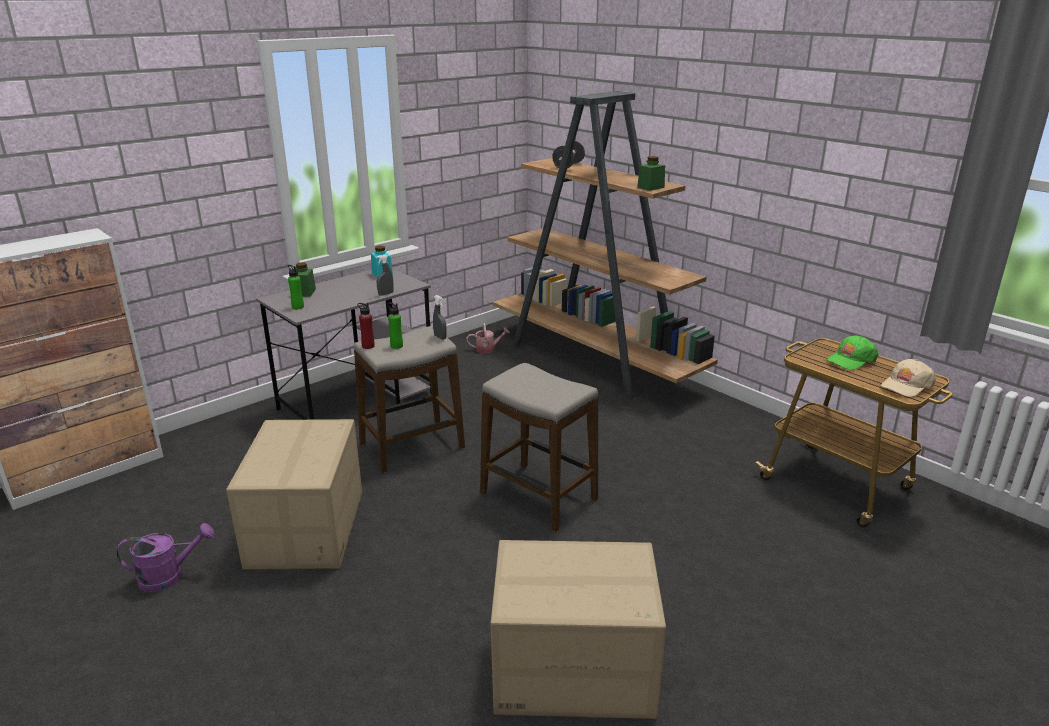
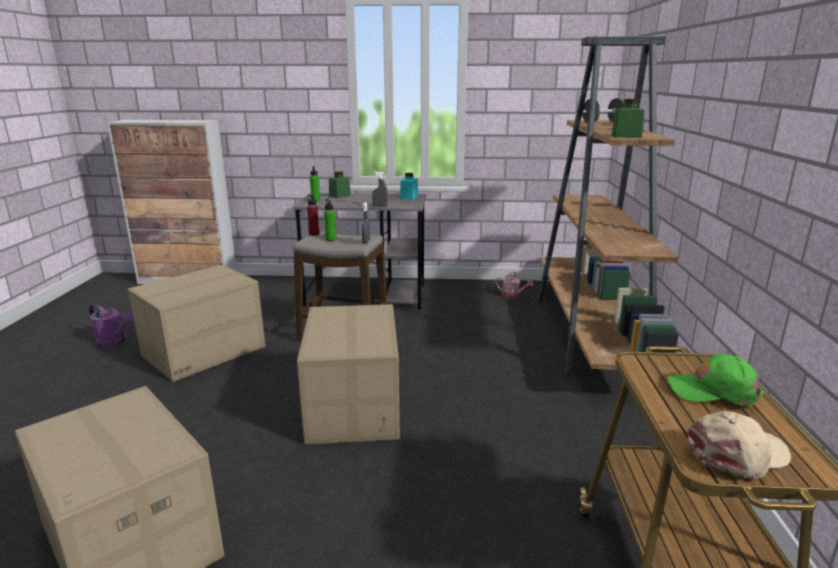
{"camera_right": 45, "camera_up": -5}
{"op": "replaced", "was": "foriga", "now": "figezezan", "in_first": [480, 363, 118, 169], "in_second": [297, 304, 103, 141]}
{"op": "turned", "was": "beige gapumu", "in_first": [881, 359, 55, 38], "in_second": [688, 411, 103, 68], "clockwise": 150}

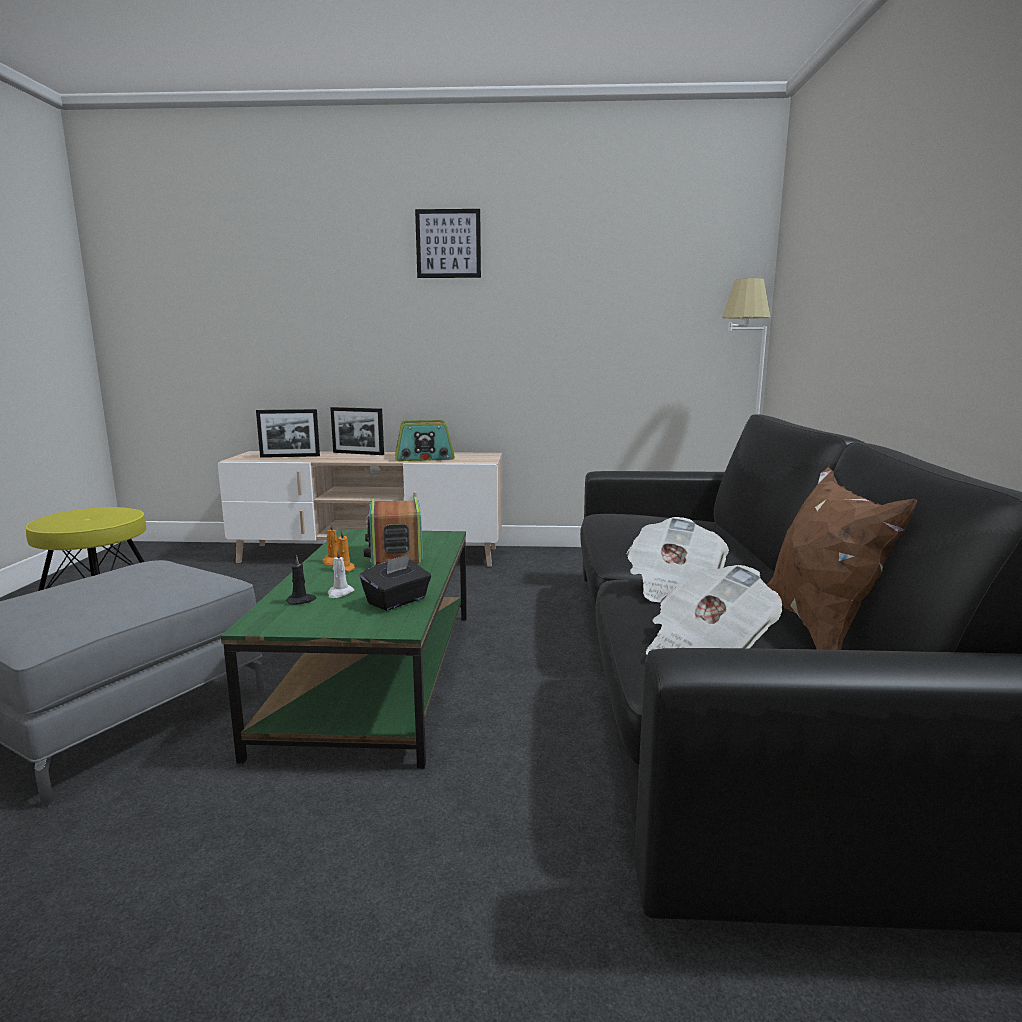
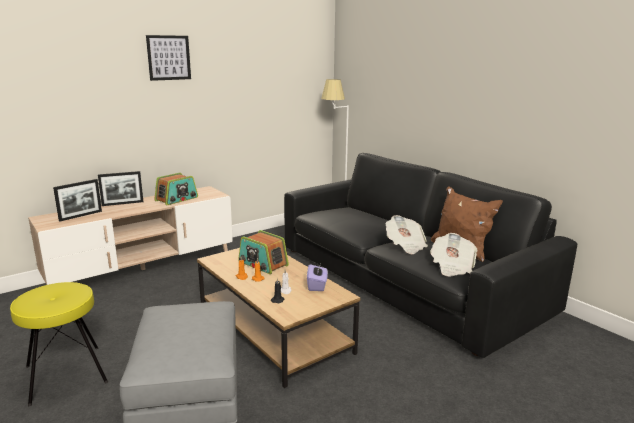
{"camera_right": -40, "camera_up": 5}
{"op": "recoloured", "was": "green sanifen", "now": "brown sanifen", "in_first": [221, 530, 246, 239], "in_second": [197, 248, 163, 140]}
{"op": "recoloured", "was": "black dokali", "now": "purple dokali", "in_first": [360, 554, 71, 57], "in_second": [307, 264, 21, 27]}

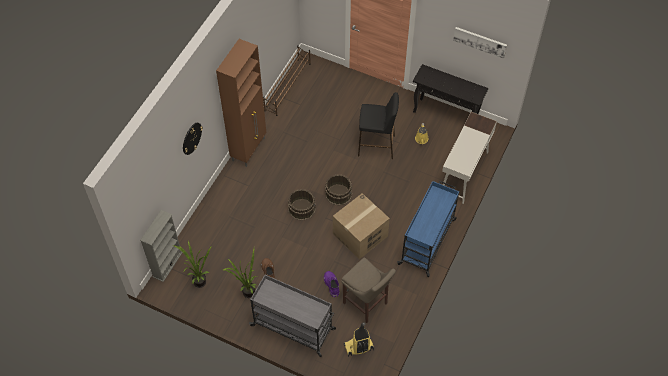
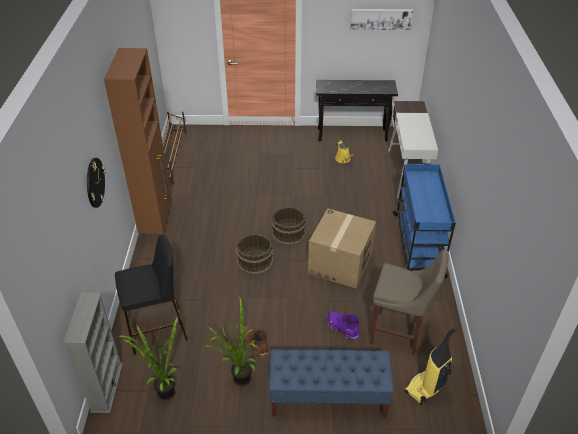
{"camera_right": -25, "camera_up": -15}
{"op": "replaced", "was": "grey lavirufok", "now": "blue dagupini", "in_first": [249, 275, 87, 82], "in_second": [269, 349, 125, 69]}
{"op": "moved", "was": "black foriga", "in_first": [358, 92, 41, 67], "in_second": [115, 234, 73, 121]}

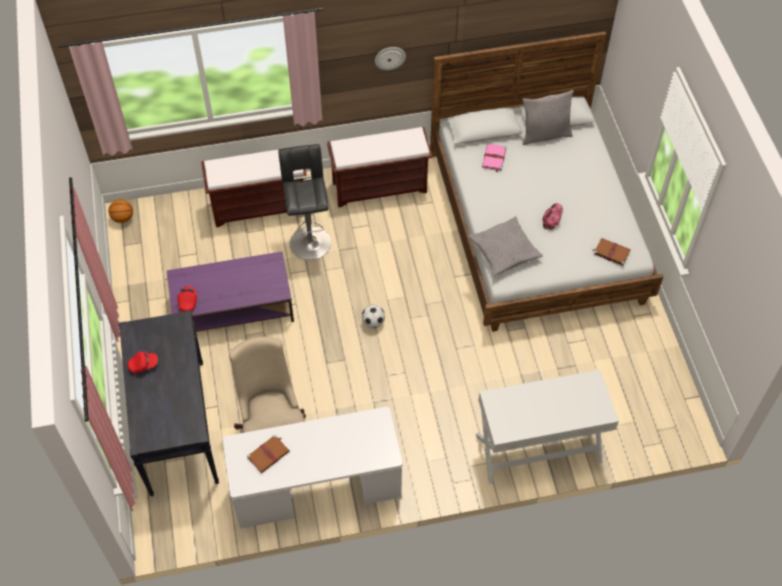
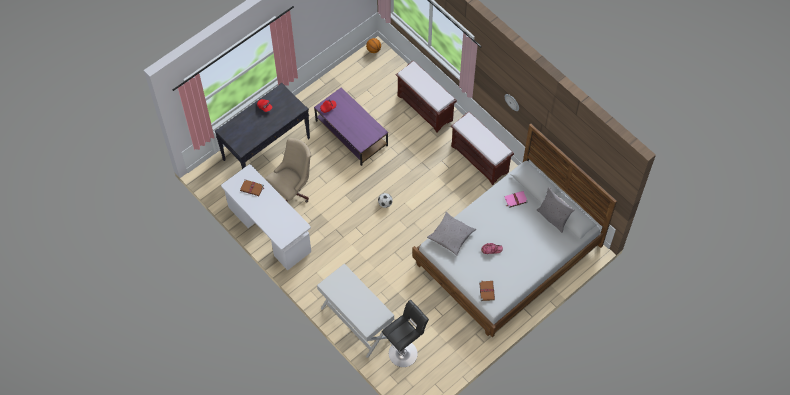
{"camera_right": 60, "camera_up": 5}
{"op": "moved", "was": "black foriga", "in_first": [278, 144, 53, 116], "in_second": [382, 300, 47, 67]}

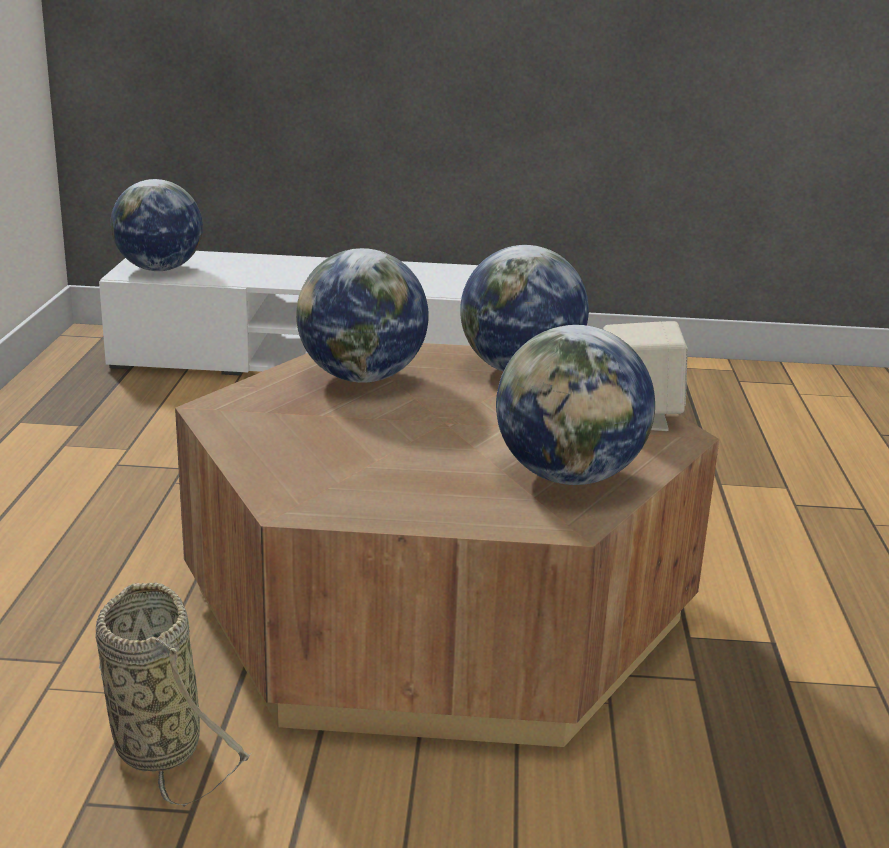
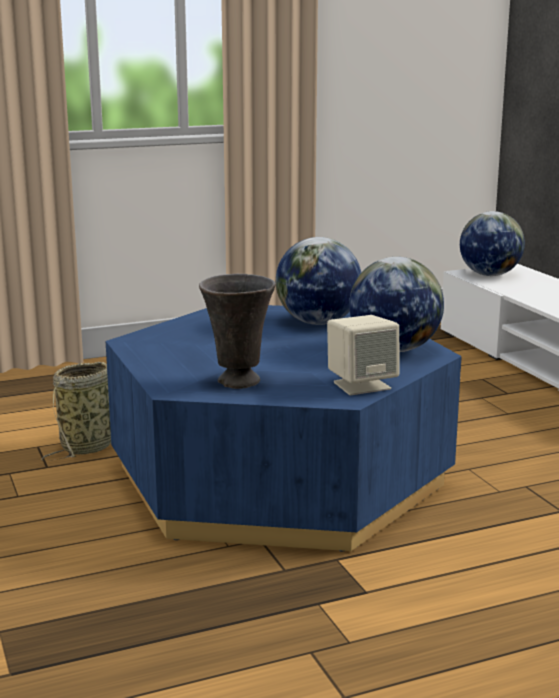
{"camera_right": 65, "camera_up": -5}
{"op": "recoloured", "was": "brown sanifen", "now": "blue sanifen", "in_first": [175, 343, 544, 404], "in_second": [106, 305, 356, 247]}
{"op": "replaced", "was": "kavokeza", "now": "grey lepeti", "in_first": [496, 325, 159, 160], "in_second": [199, 274, 77, 115]}

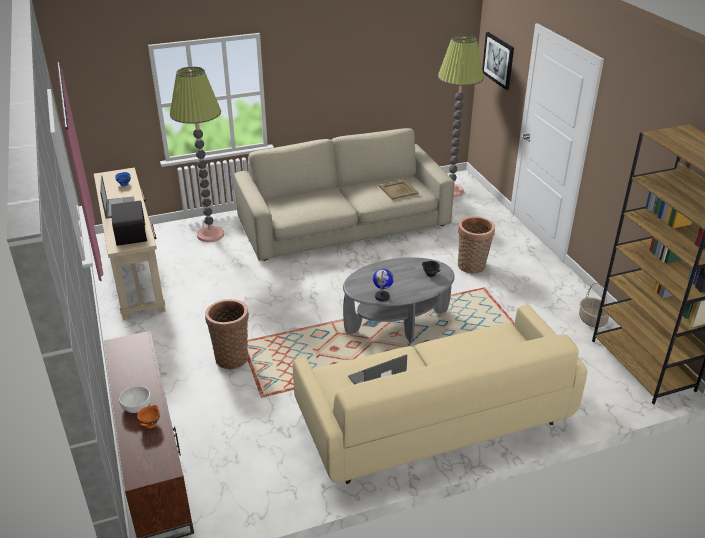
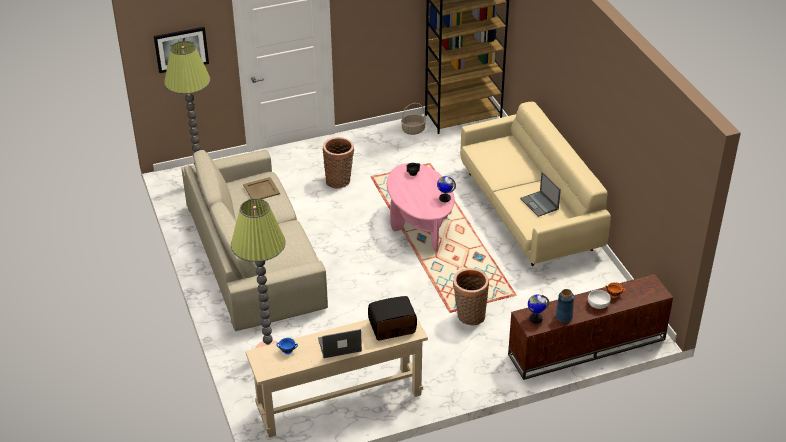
{"camera_right": -90, "camera_up": 5}
{"op": "recoloured", "was": "grey sanifen", "now": "pink sanifen", "in_first": [343, 257, 112, 86], "in_second": [387, 163, 68, 89]}
{"op": "added", "now": "kavokeza", "in_second": [528, 294, 21, 29]}
{"op": "added", "now": "blue lepeti", "in_second": [556, 289, 18, 33]}

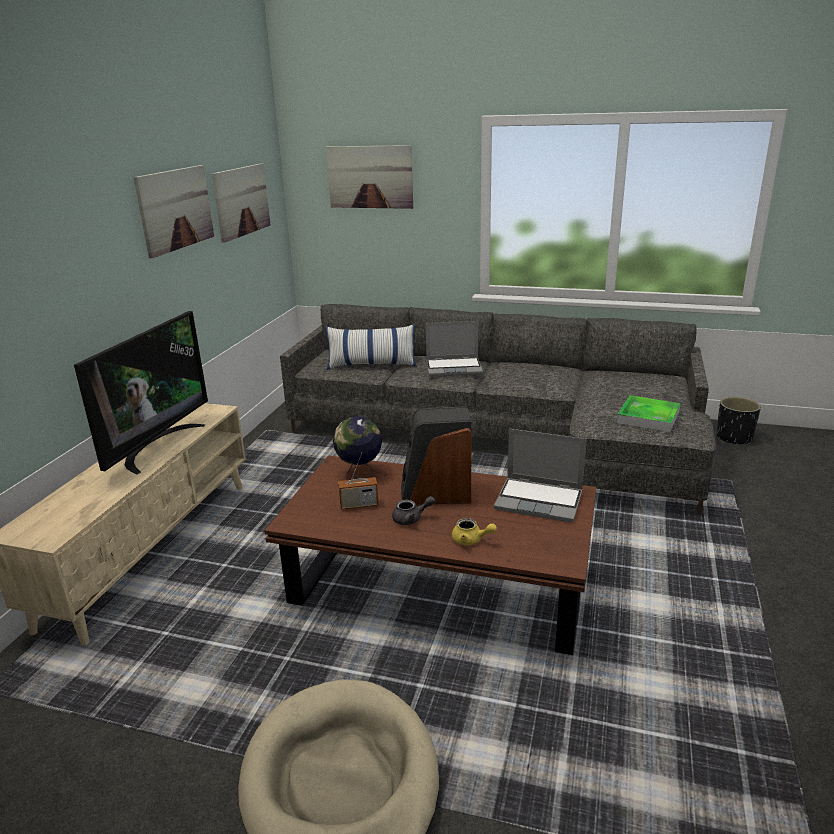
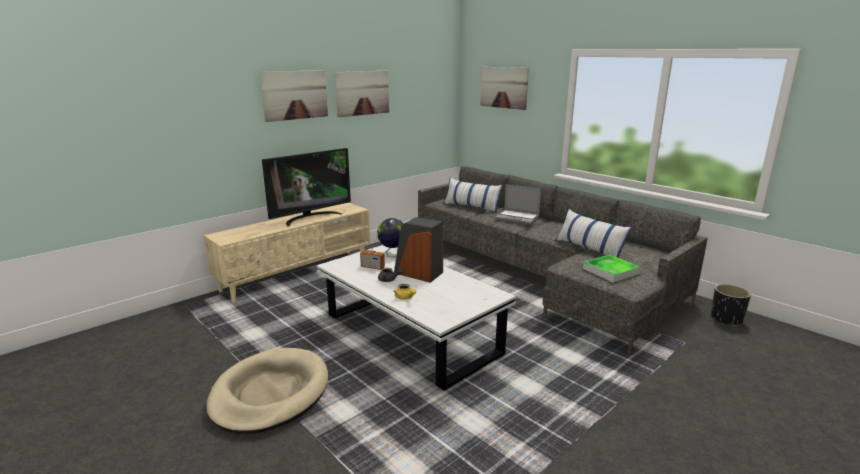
{"camera_right": 30, "camera_up": -5}
{"op": "moved", "was": "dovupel", "in_first": [212, 163, 59, 80], "in_second": [260, 70, 68, 52]}
{"op": "recoloured", "was": "brown sanifen", "now": "white sanifen", "in_first": [264, 455, 332, 200], "in_second": [317, 245, 199, 145]}
{"op": "removed", "was": "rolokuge", "in_first": [494, 429, 93, 94]}
{"op": "added", "now": "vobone", "in_second": [555, 209, 78, 49]}

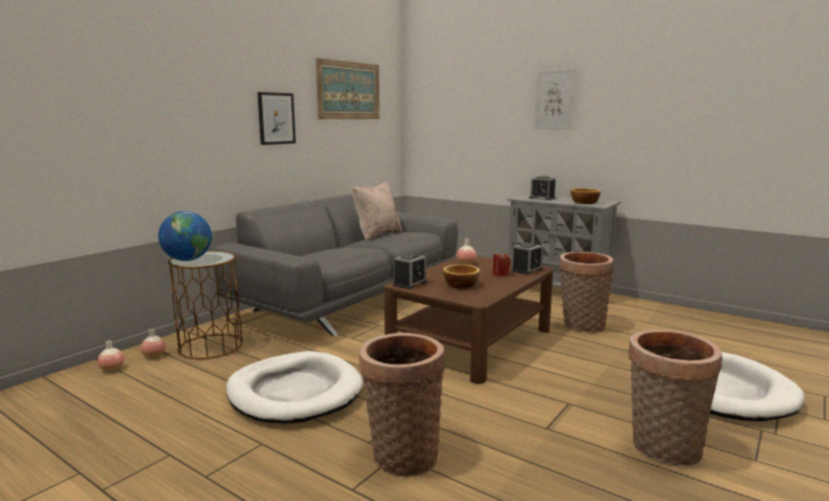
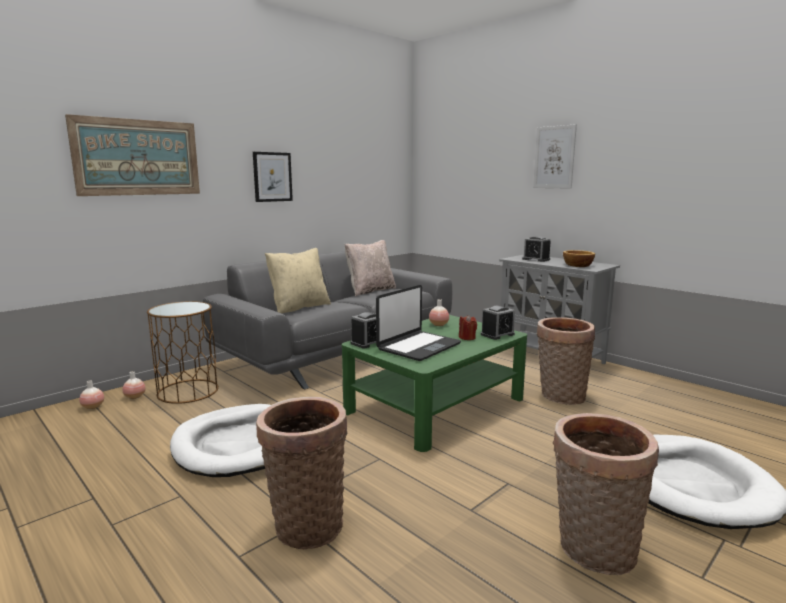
{"camera_right": 10, "camera_up": 0}
{"op": "removed", "was": "kavokeza", "in_first": [158, 211, 54, 50]}
{"op": "moved", "was": "dovupel", "in_first": [316, 58, 64, 61], "in_second": [65, 114, 135, 82]}
{"op": "recoloured", "was": "brown sanifen", "now": "green sanifen", "in_first": [384, 256, 170, 128], "in_second": [342, 315, 185, 137]}
{"op": "replaced", "was": "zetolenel", "now": "rolokuge", "in_first": [443, 264, 37, 24], "in_second": [376, 285, 85, 76]}
{"op": "added", "now": "beige vobone", "in_second": [265, 248, 66, 65]}

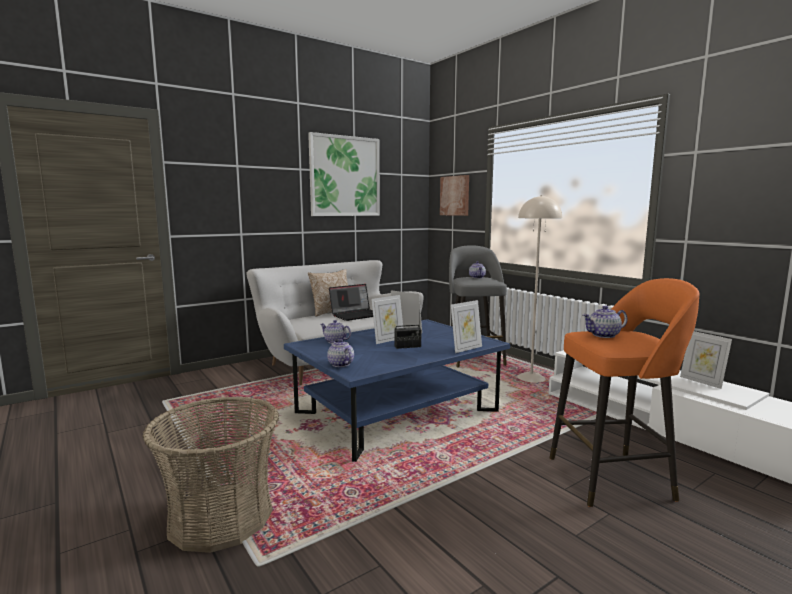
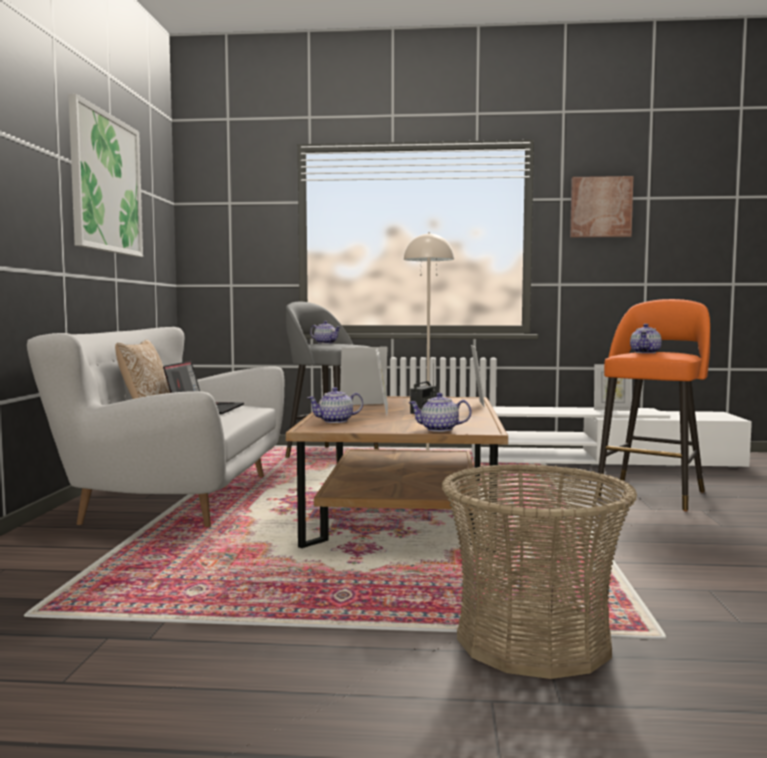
{"camera_right": -50, "camera_up": -5}
{"op": "recoloured", "was": "blue sanifen", "now": "brown sanifen", "in_first": [284, 319, 226, 143], "in_second": [286, 396, 222, 156]}
{"op": "moved", "was": "dovupel", "in_first": [440, 175, 29, 41], "in_second": [570, 176, 64, 62]}

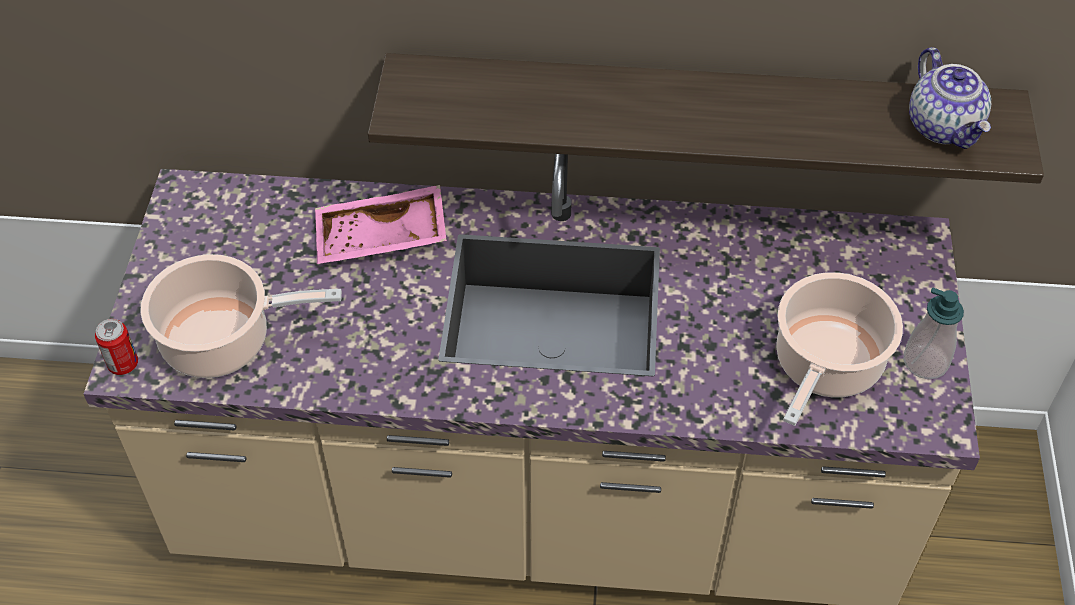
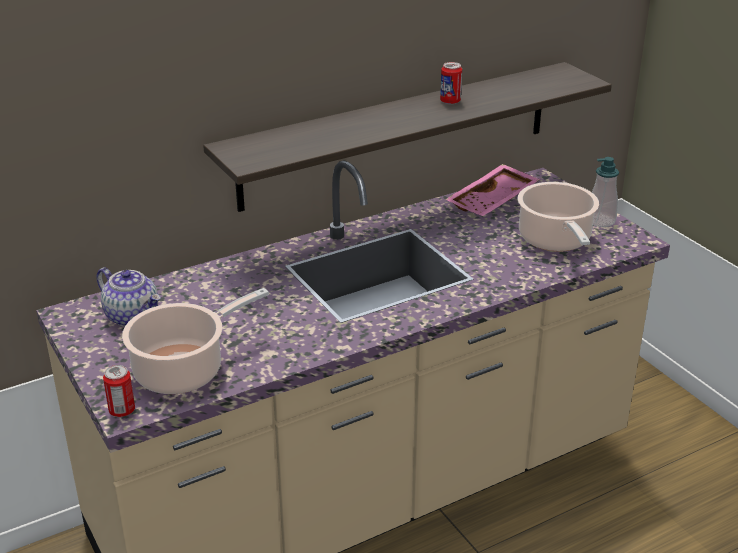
{"camera_right": -35, "camera_up": -20}
{"op": "moved", "was": "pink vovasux", "in_first": [315, 185, 132, 79], "in_second": [445, 164, 95, 52]}
{"op": "moved", "was": "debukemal", "in_first": [909, 47, 82, 102], "in_second": [97, 267, 64, 60]}
{"op": "added", "now": "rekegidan", "in_second": [440, 62, 22, 43]}

